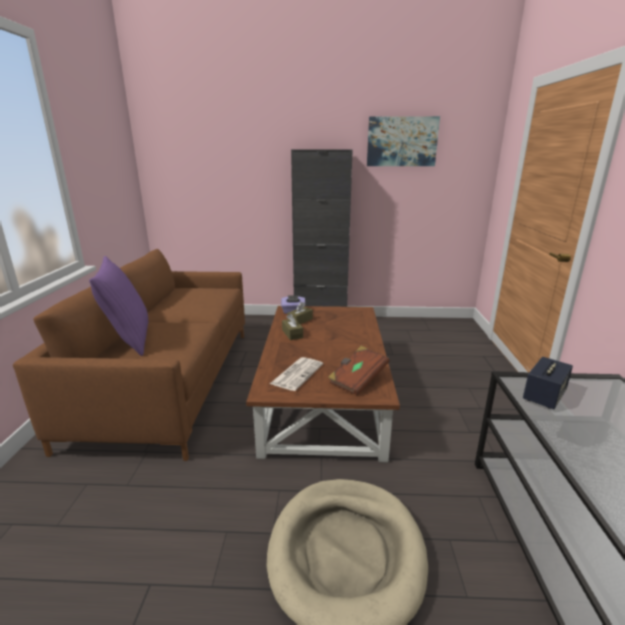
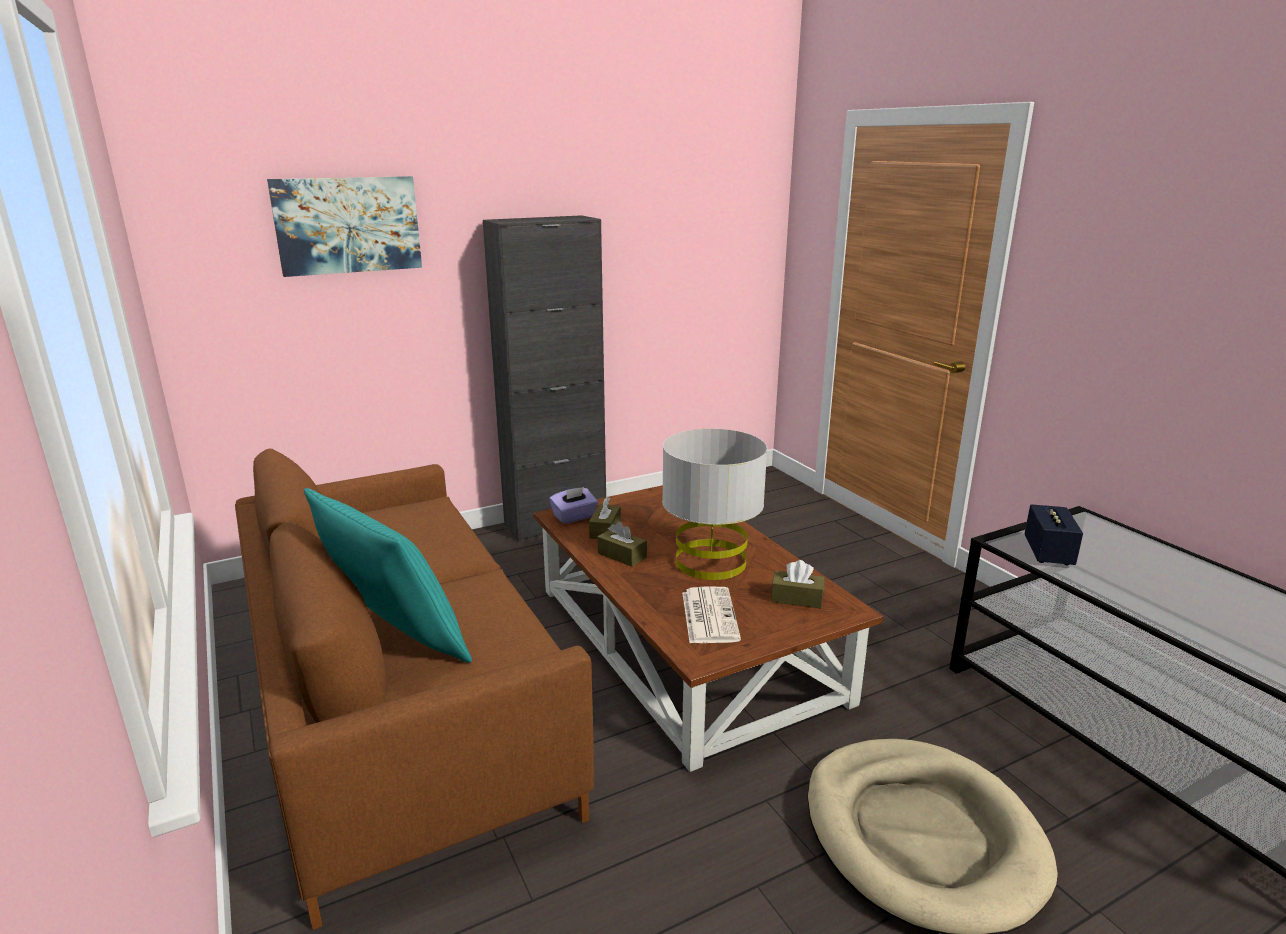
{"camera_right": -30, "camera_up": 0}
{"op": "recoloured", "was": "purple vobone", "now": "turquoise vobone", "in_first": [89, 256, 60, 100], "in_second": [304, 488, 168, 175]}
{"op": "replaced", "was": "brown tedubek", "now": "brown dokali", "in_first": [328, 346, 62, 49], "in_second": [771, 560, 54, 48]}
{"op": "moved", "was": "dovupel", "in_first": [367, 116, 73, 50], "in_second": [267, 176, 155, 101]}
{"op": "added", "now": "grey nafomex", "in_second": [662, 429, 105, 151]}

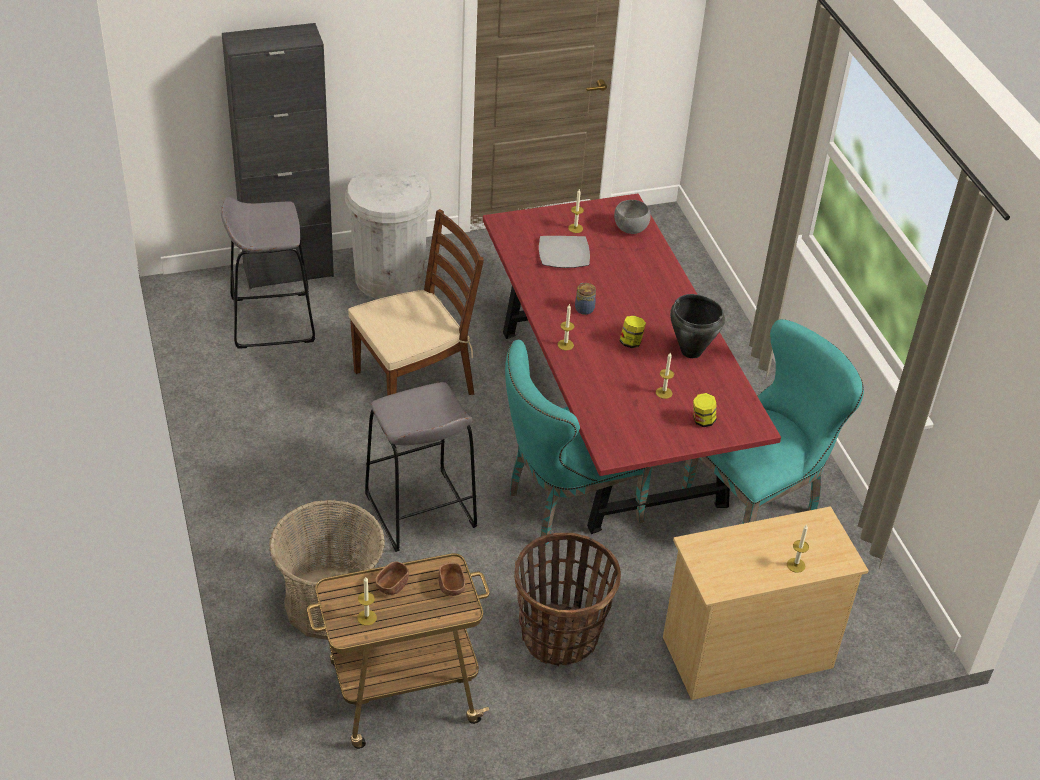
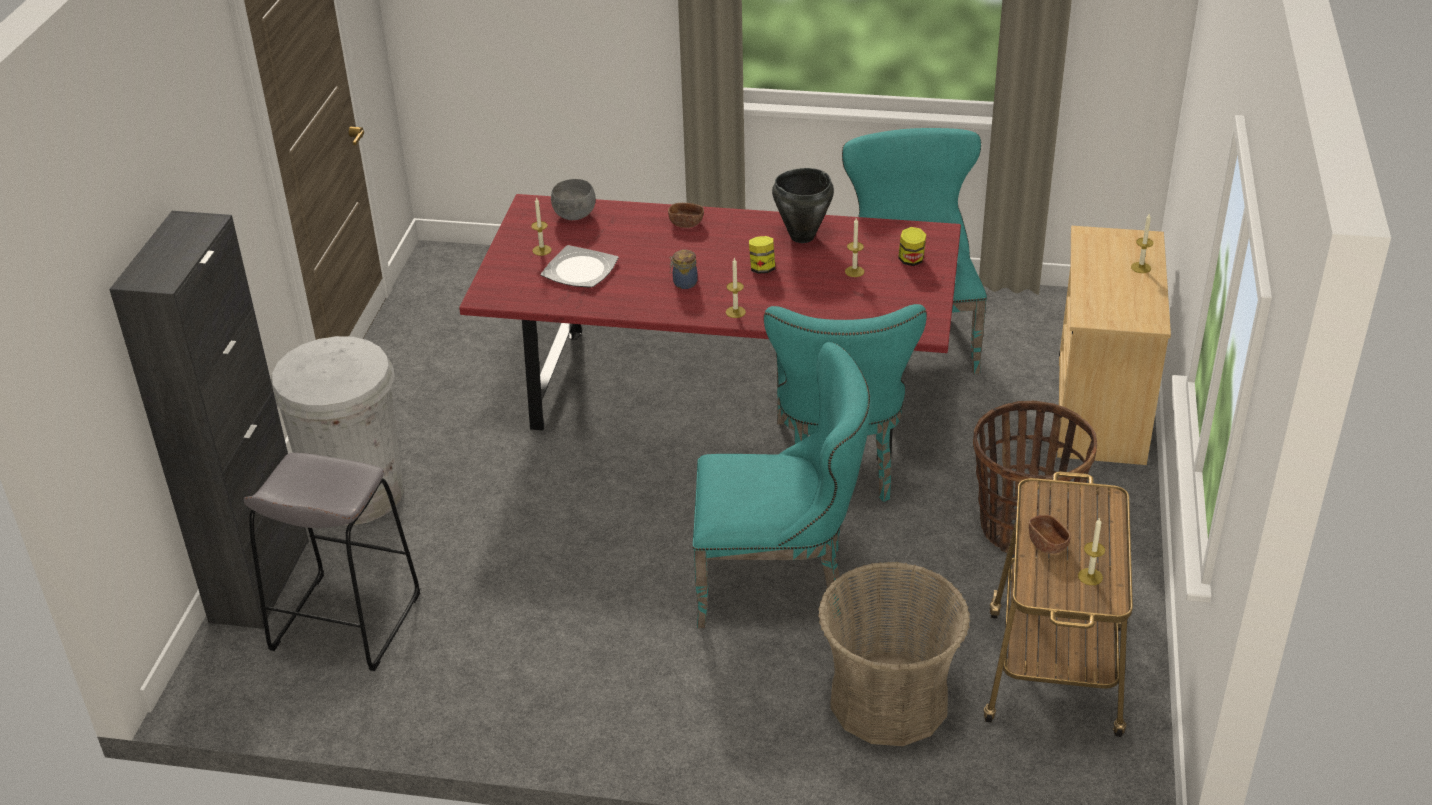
{"camera_right": -60, "camera_up": -5}
{"op": "removed", "was": "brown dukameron", "in_first": [348, 209, 136, 187]}
{"op": "replaced", "was": "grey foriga", "now": "turquoise dukameron", "in_first": [365, 382, 112, 170], "in_second": [693, 342, 178, 286]}
{"op": "moved", "was": "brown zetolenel", "in_first": [438, 563, 27, 33], "in_second": [668, 203, 36, 25]}

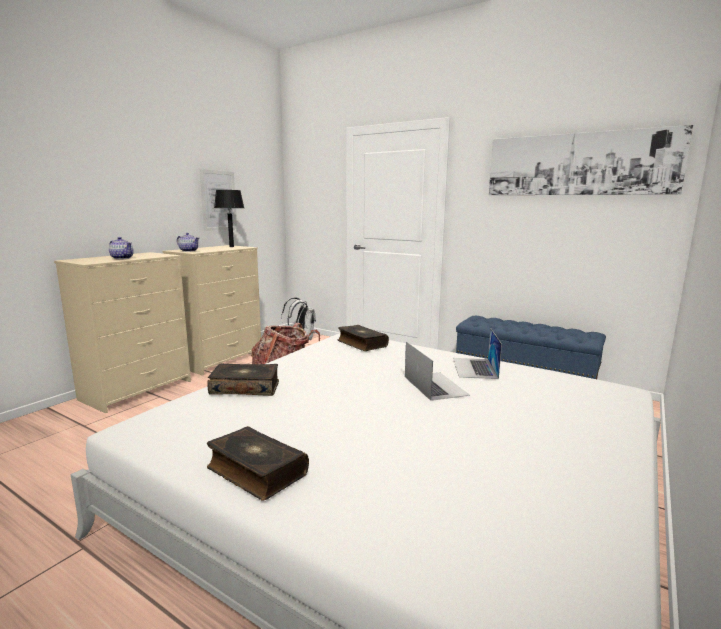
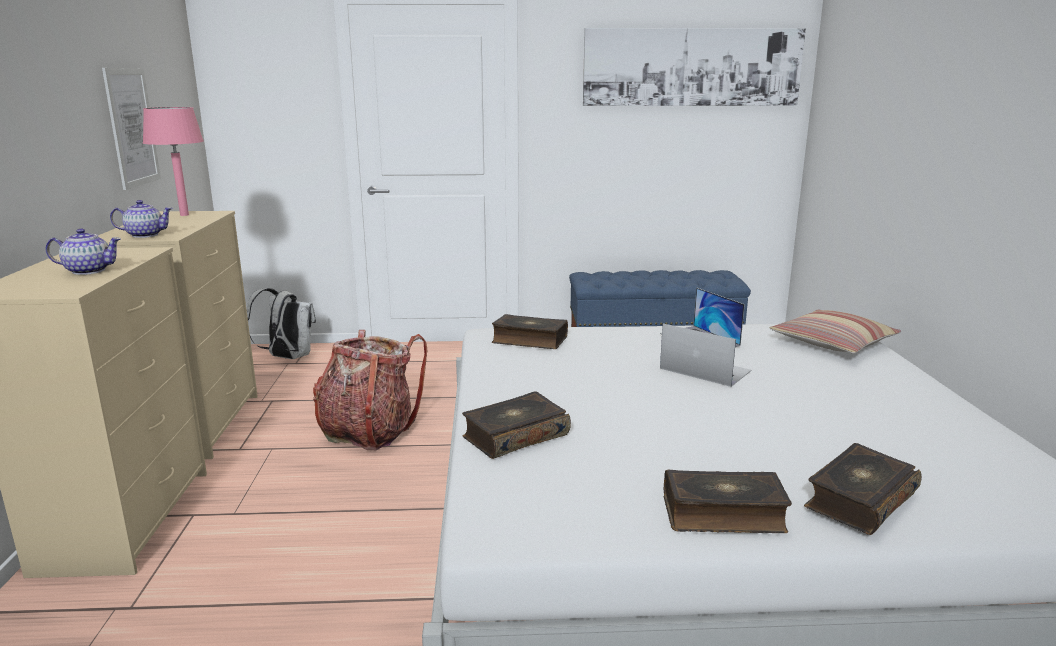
{"camera_right": -35, "camera_up": 5}
{"op": "recoloured", "was": "black nafomex", "now": "pink nafomex", "in_first": [214, 190, 30, 57], "in_second": [143, 107, 61, 109]}
{"op": "added", "now": "vobone", "in_second": [770, 309, 131, 45]}
{"op": "added", "now": "tedubek", "in_second": [804, 443, 118, 92]}

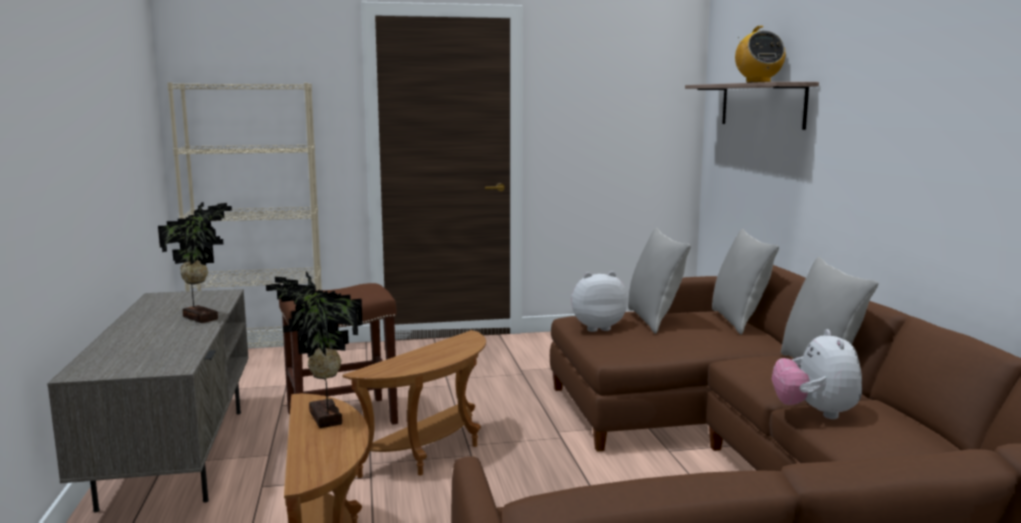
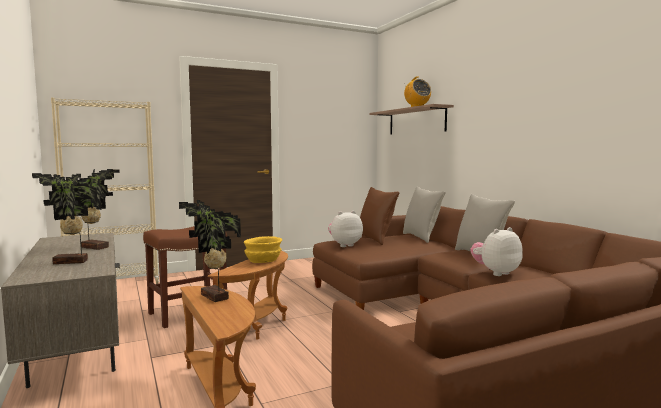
{"camera_right": -15, "camera_up": -5}
{"op": "recoloured", "was": "grey vobone", "now": "brown vobone", "in_first": [628, 227, 63, 107], "in_second": [360, 187, 39, 58]}
{"op": "turned", "was": "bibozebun", "in_first": [772, 329, 90, 90], "in_second": [470, 227, 53, 49], "clockwise": 75}
{"op": "added", "now": "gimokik", "in_second": [32, 173, 66, 91]}
{"op": "added", "now": "yellow zetolenel", "in_second": [244, 236, 38, 27]}

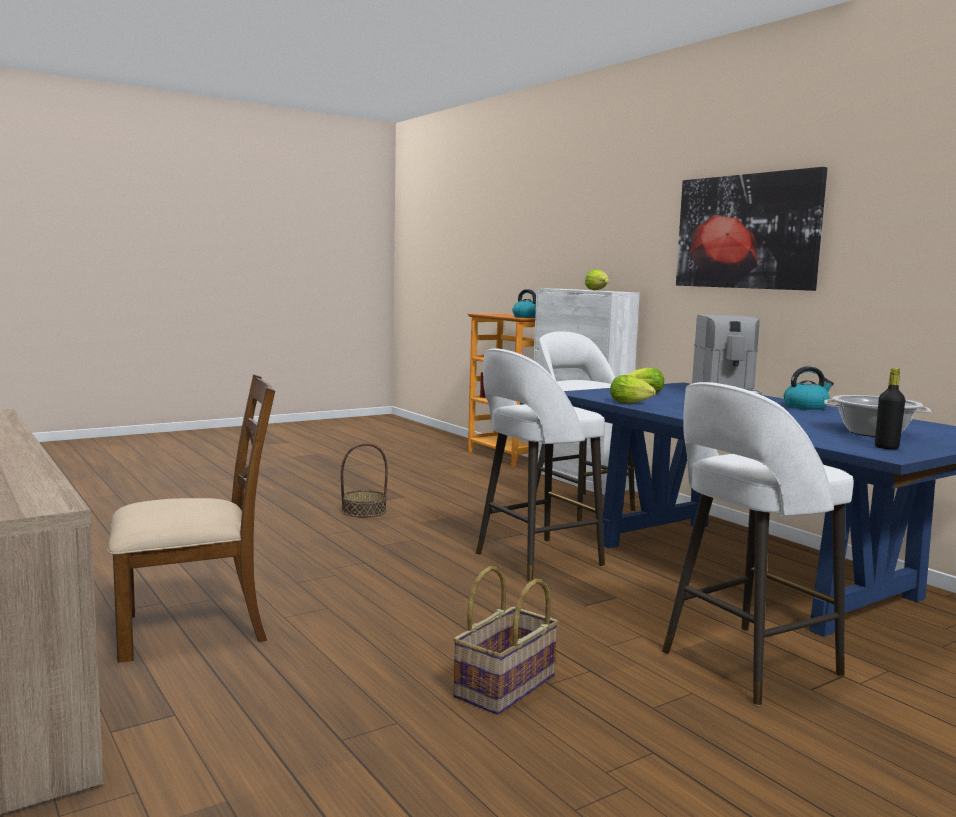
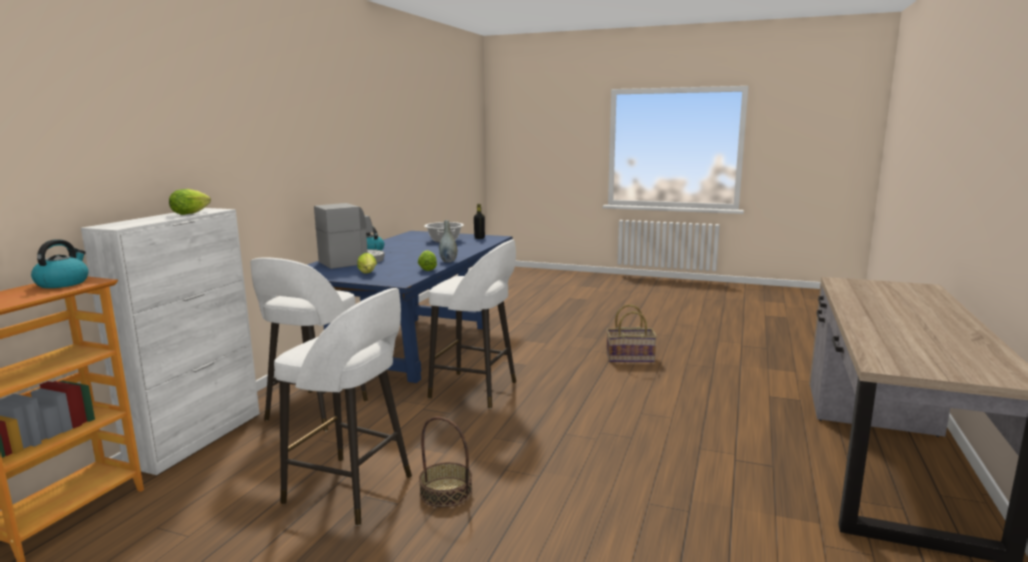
{"camera_right": -125, "camera_up": 5}
{"op": "removed", "was": "brown dukameron", "in_first": [107, 374, 168, 289]}
{"op": "moved", "was": "white foriga", "in_first": [662, 382, 191, 324], "in_second": [274, 288, 138, 238]}
{"op": "removed", "was": "dovupel", "in_first": [676, 167, 151, 124]}
{"op": "added", "now": "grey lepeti", "in_second": [439, 220, 18, 42]}

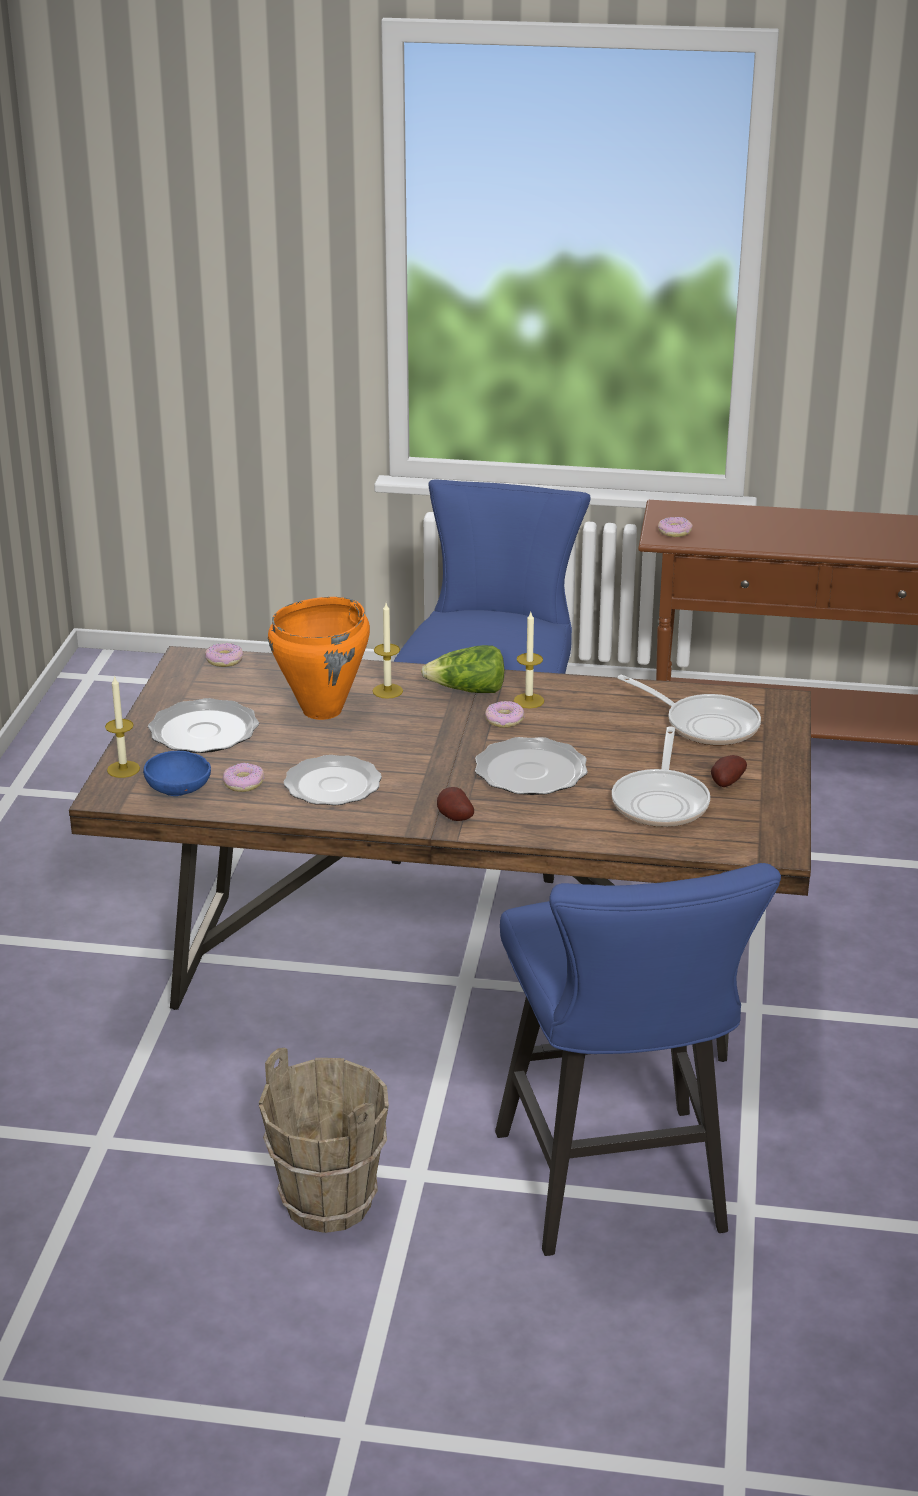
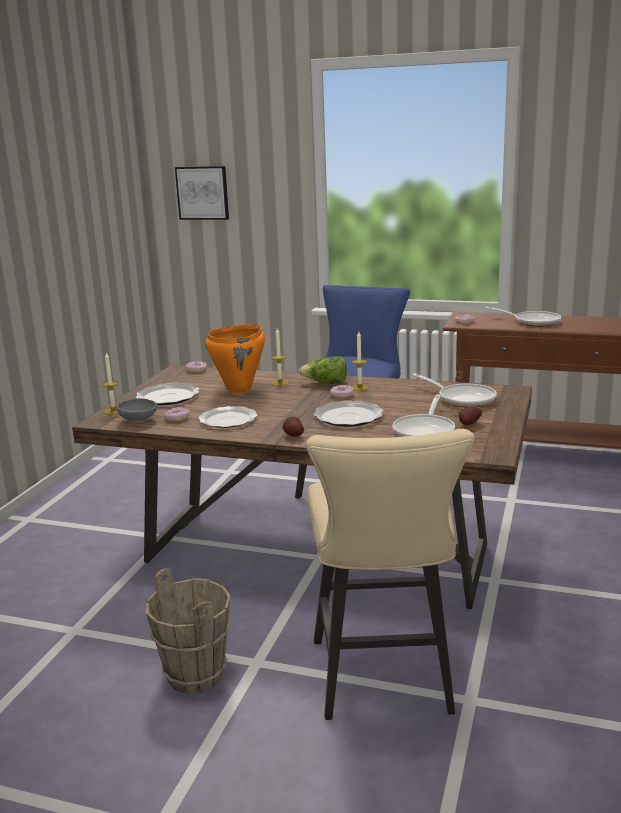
{"camera_right": 10, "camera_up": -10}
{"op": "recoloured", "was": "blue zetolenel", "now": "grey zetolenel", "in_first": [143, 751, 68, 45], "in_second": [117, 398, 40, 24]}
{"op": "recoloured", "was": "blue foriga", "now": "beige foriga", "in_first": [495, 863, 286, 393], "in_second": [306, 429, 169, 291]}
{"op": "added", "now": "dovupel", "in_second": [175, 166, 54, 54]}
{"op": "added", "now": "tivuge", "in_second": [486, 307, 75, 20]}

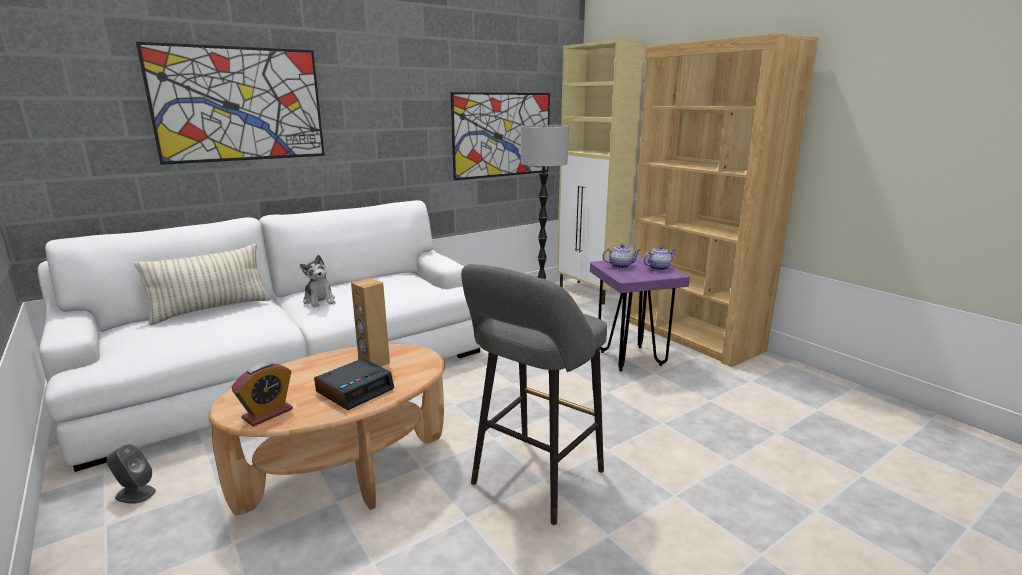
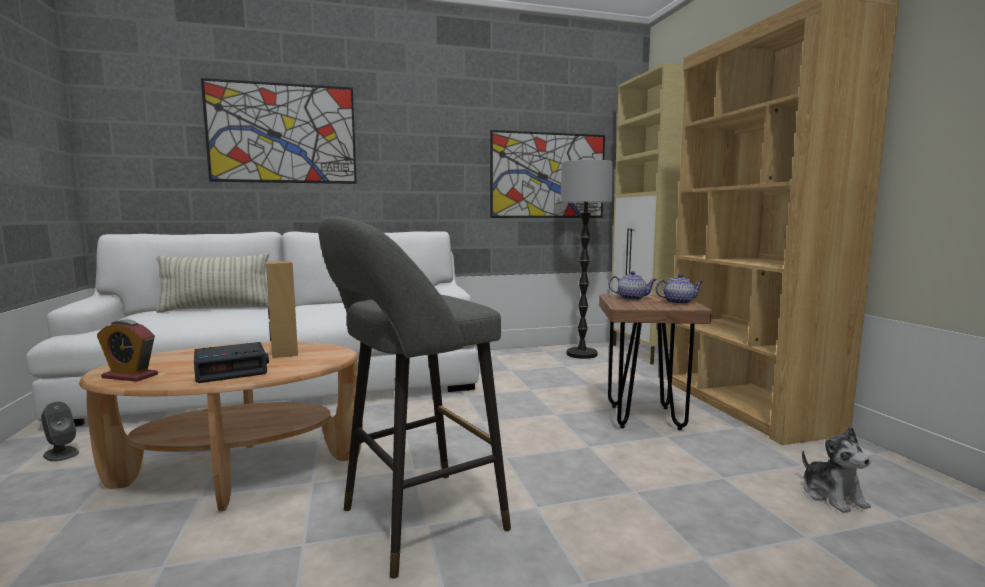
{"camera_right": 20, "camera_up": -10}
{"op": "turned", "was": "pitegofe", "in_first": [232, 362, 61, 65], "in_second": [97, 319, 61, 63], "clockwise": 45}
{"op": "moved", "was": "bibozebun", "in_first": [300, 255, 36, 52], "in_second": [802, 427, 69, 86]}
{"op": "recoloured", "was": "purple foriga", "now": "brown foriga", "in_first": [590, 257, 100, 114], "in_second": [599, 294, 113, 136]}

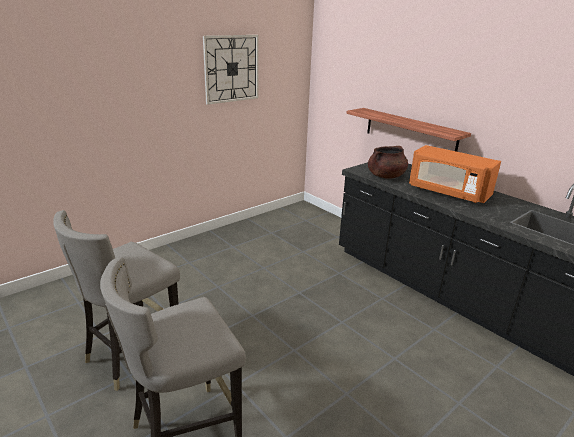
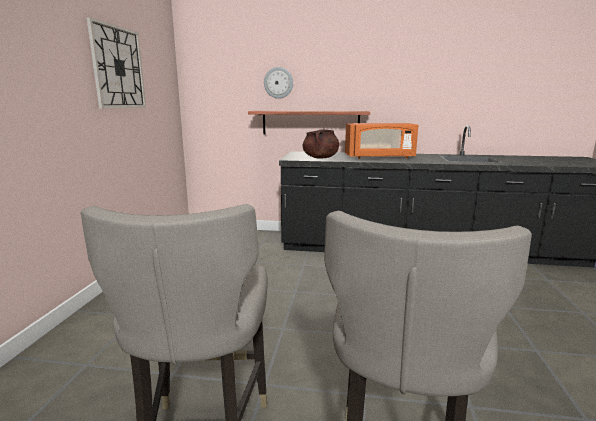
{"camera_right": -40, "camera_up": -10}
{"op": "added", "now": "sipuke", "in_second": [264, 67, 29, 32]}

